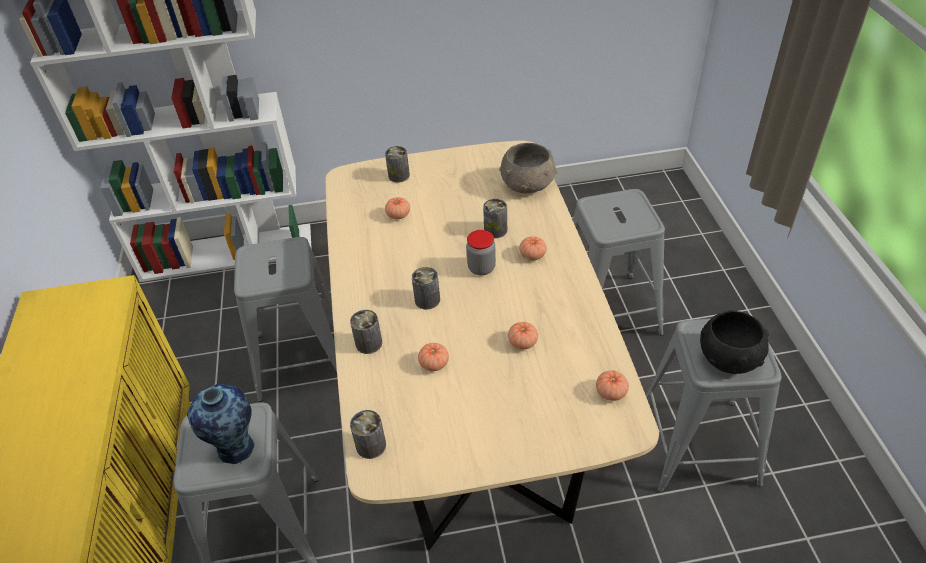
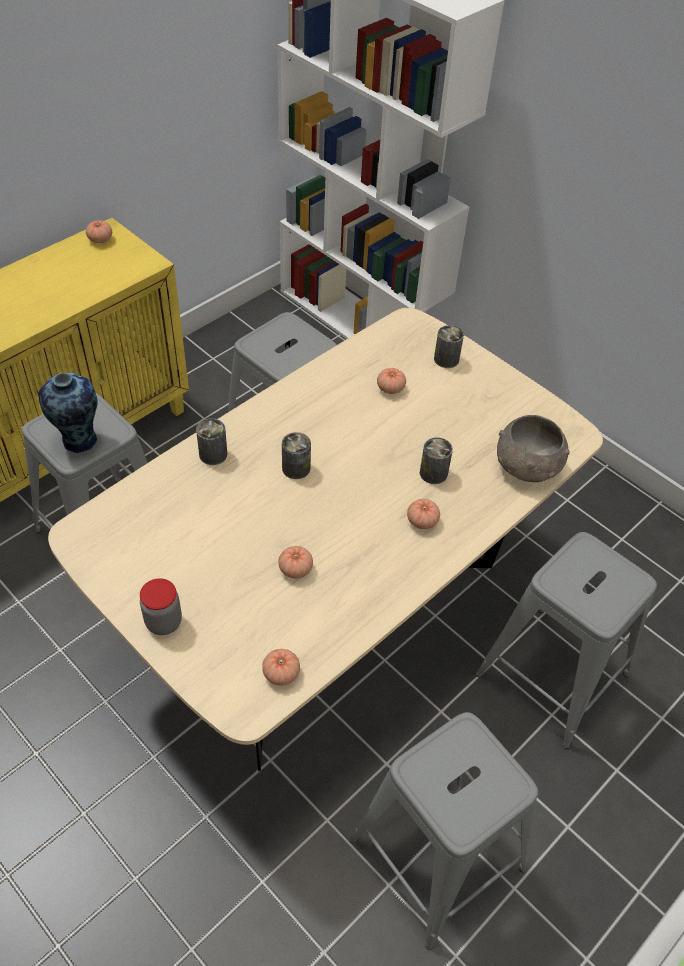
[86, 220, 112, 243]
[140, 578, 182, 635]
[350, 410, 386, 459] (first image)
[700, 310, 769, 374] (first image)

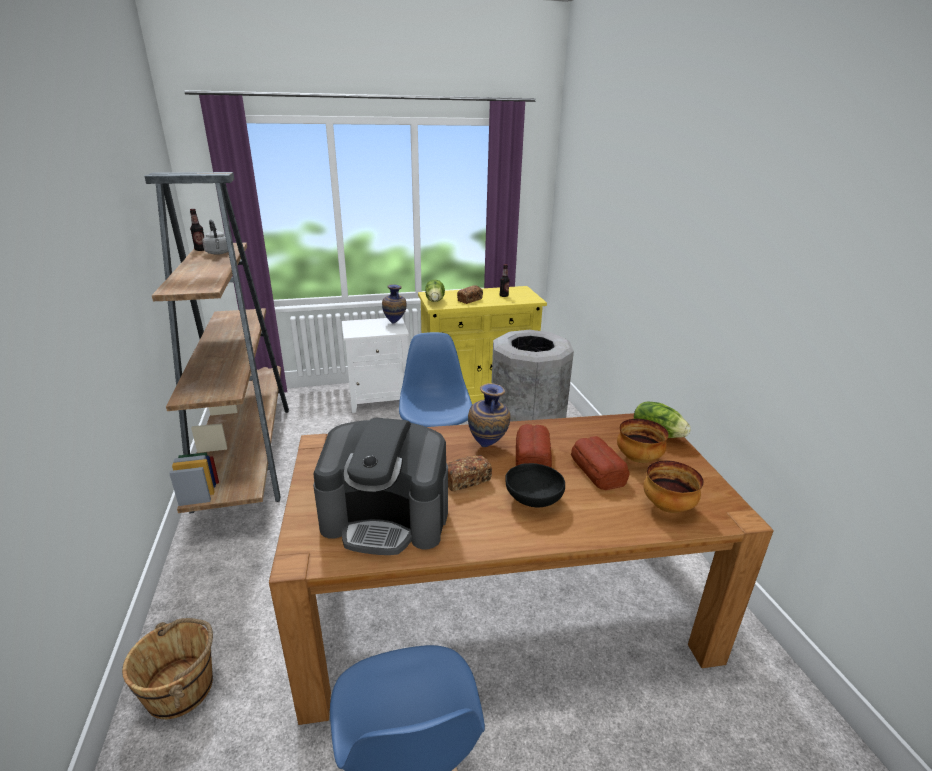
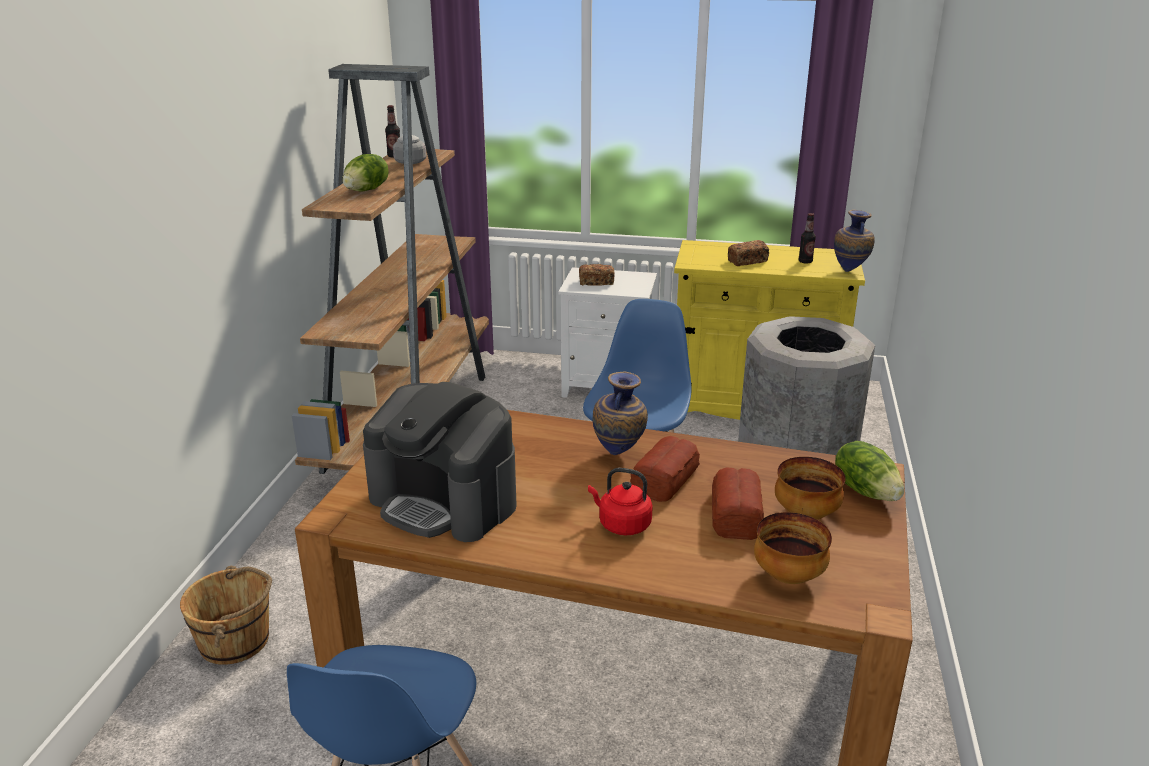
[343, 154, 389, 192]
[579, 264, 614, 286]
[588, 468, 653, 535]
[834, 210, 875, 272]

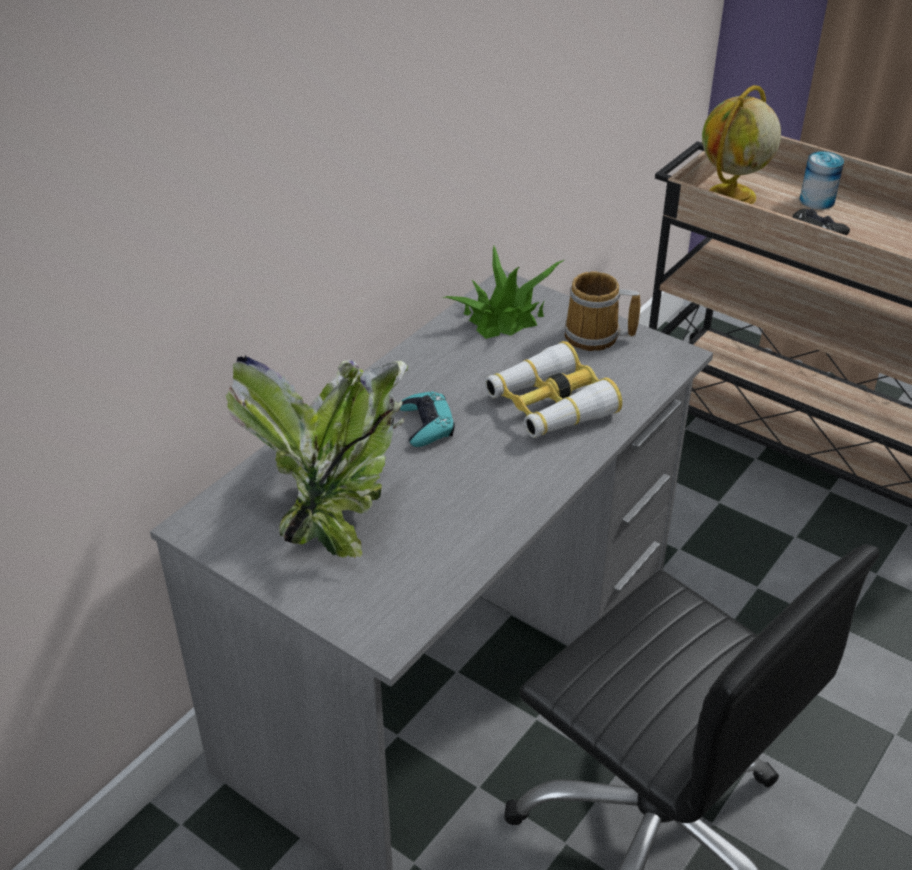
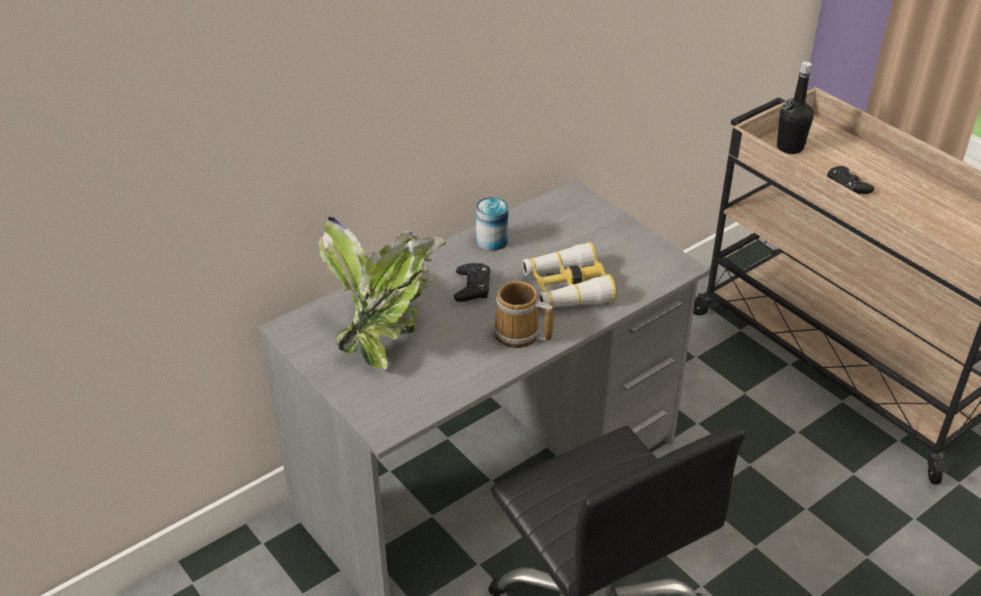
[454, 263, 490, 302]
[476, 197, 509, 251]
[494, 281, 554, 348]
[777, 61, 814, 154]
[443, 246, 564, 339] (first image)

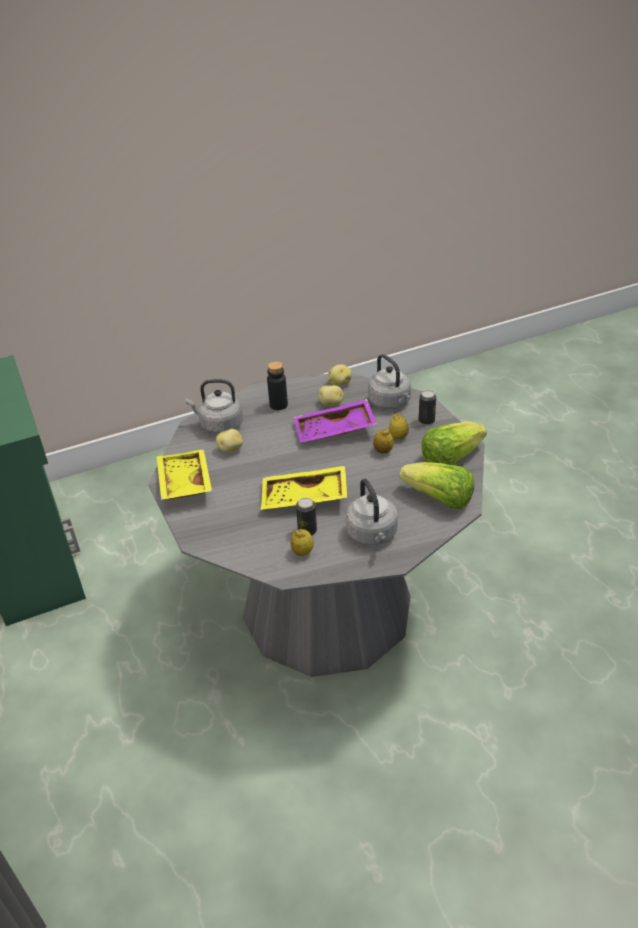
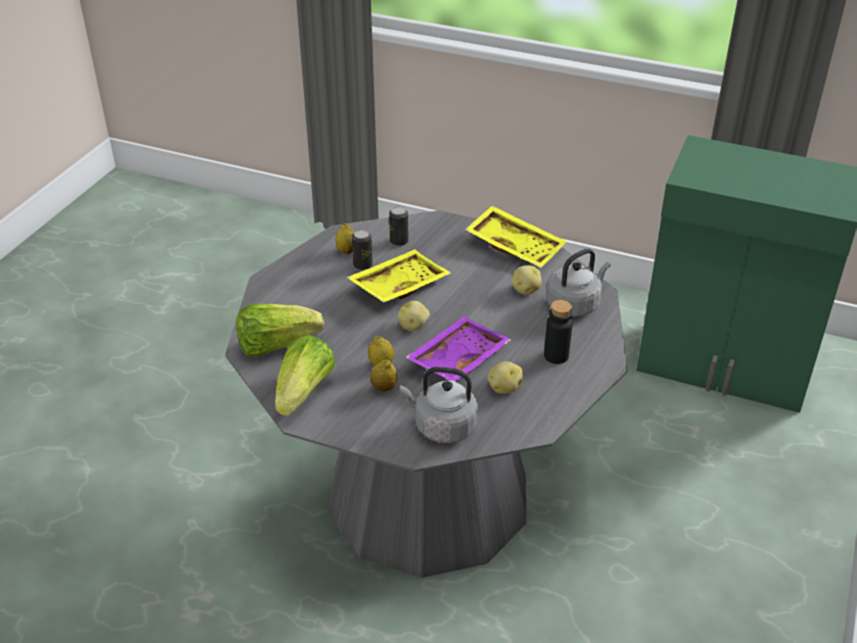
[389, 206, 409, 246]
[398, 301, 430, 331]
[346, 478, 398, 545] (first image)

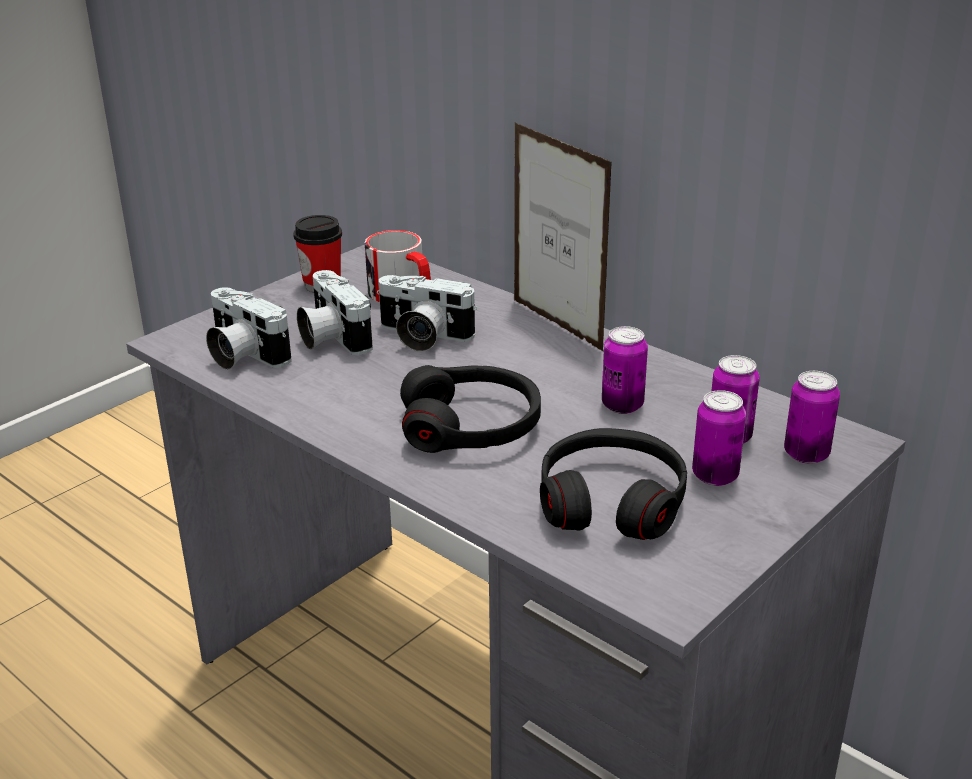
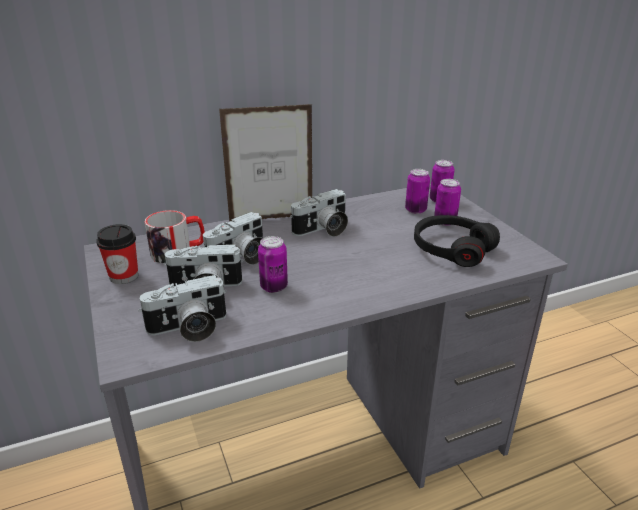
[258, 236, 288, 293]
[290, 189, 348, 237]
[400, 365, 541, 453] (first image)

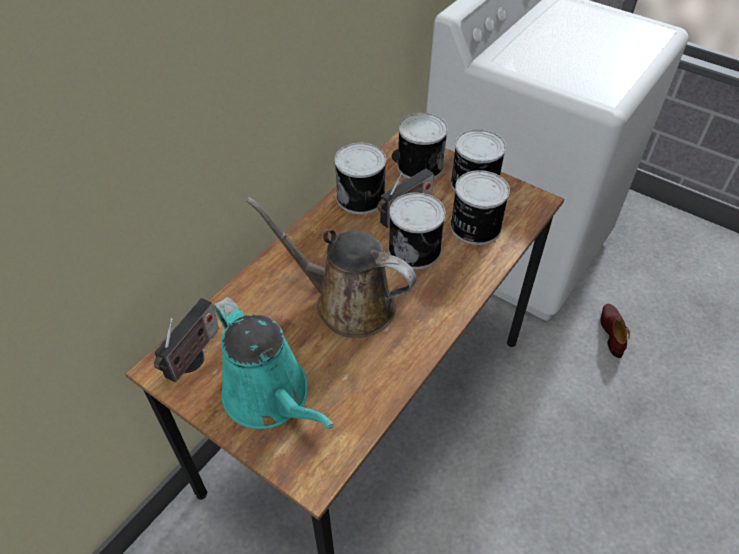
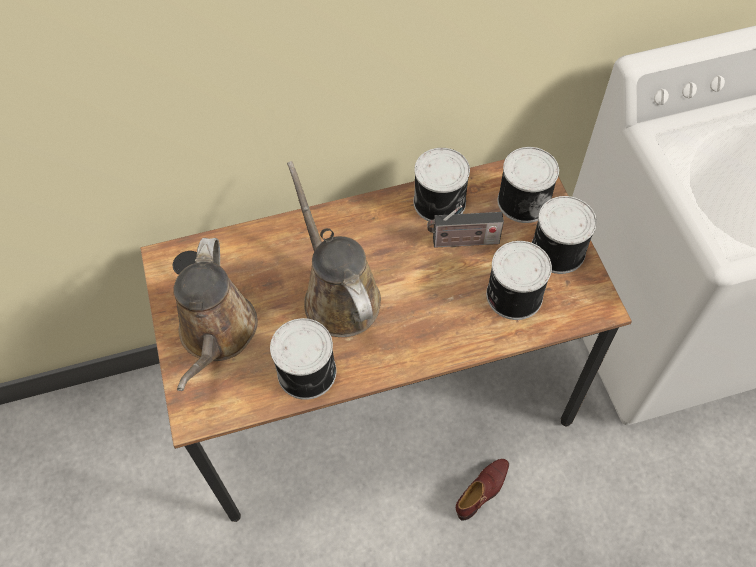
[173, 238, 258, 391]
[270, 318, 336, 400]
[456, 459, 509, 521]
[154, 298, 219, 382] (first image)

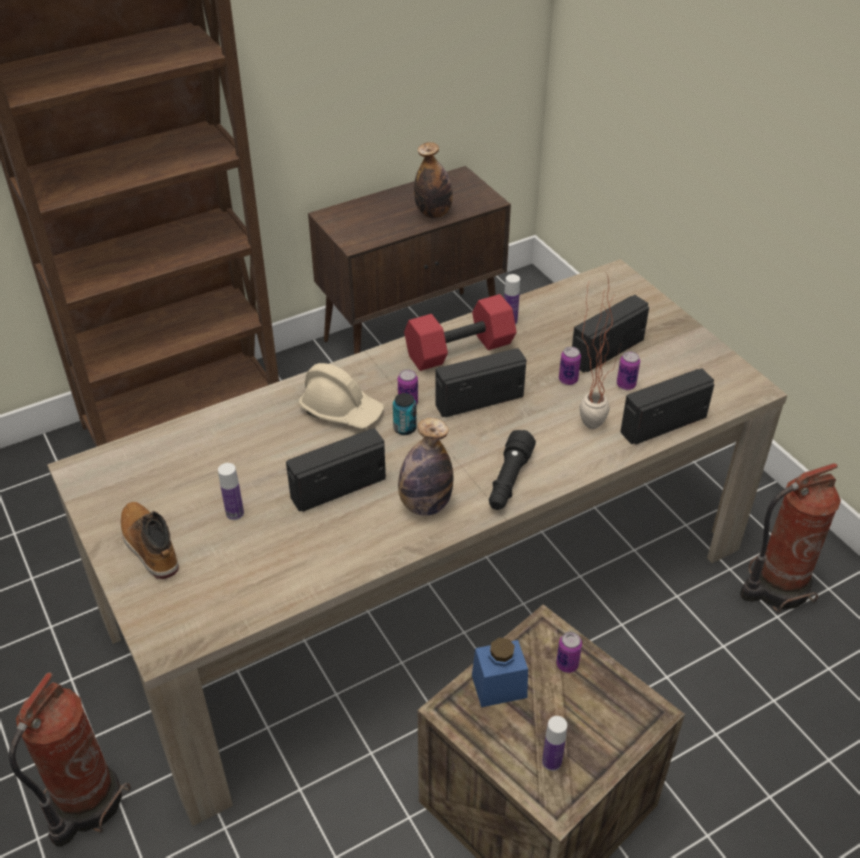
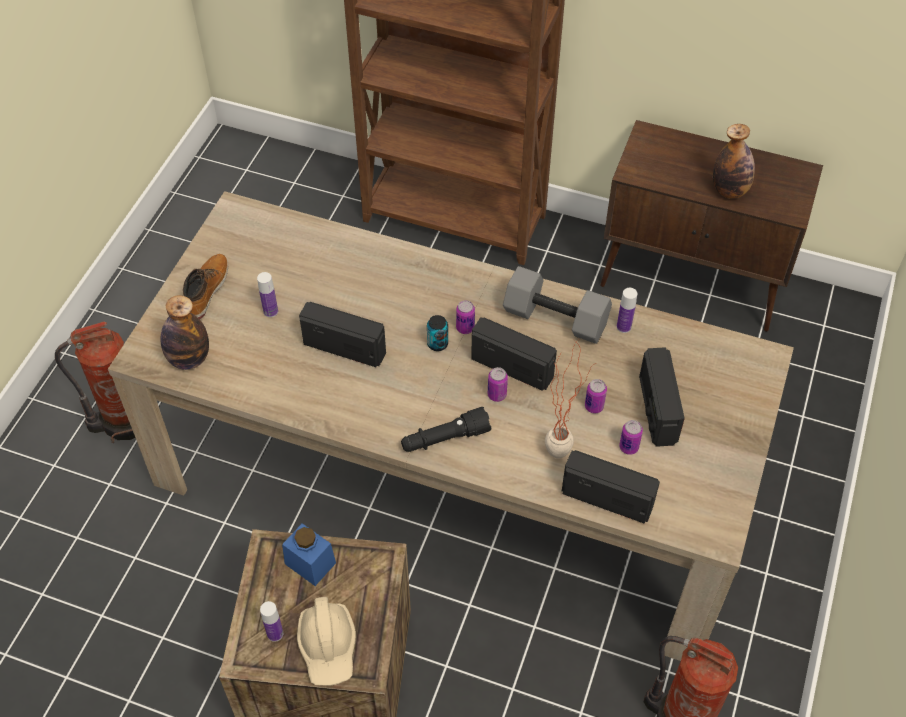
[161, 295, 209, 370]
[297, 597, 356, 686]
[488, 367, 508, 402]
[503, 266, 612, 344]
[639, 347, 685, 447]

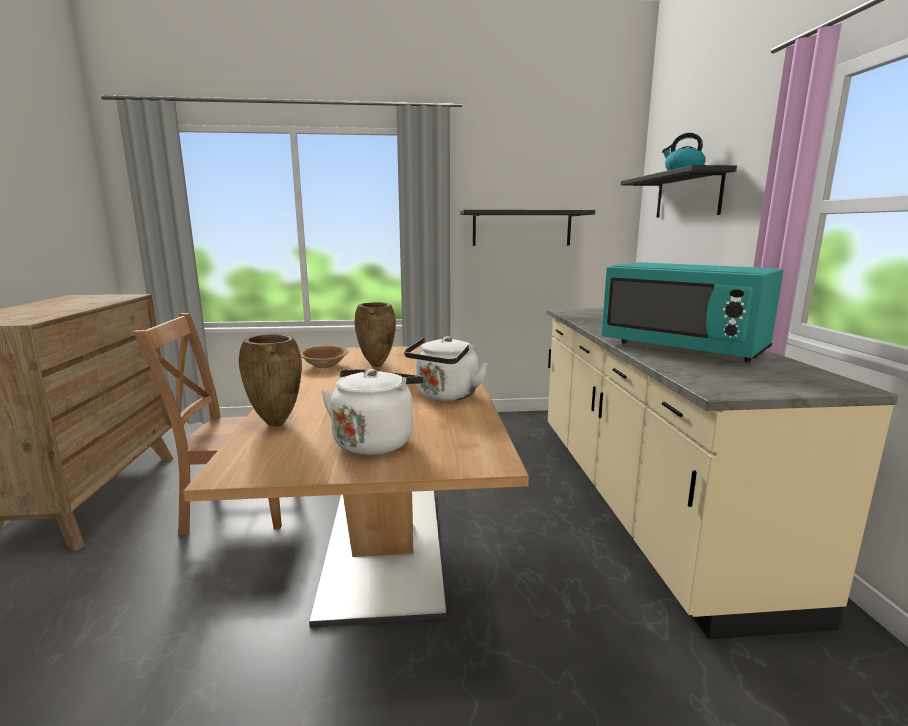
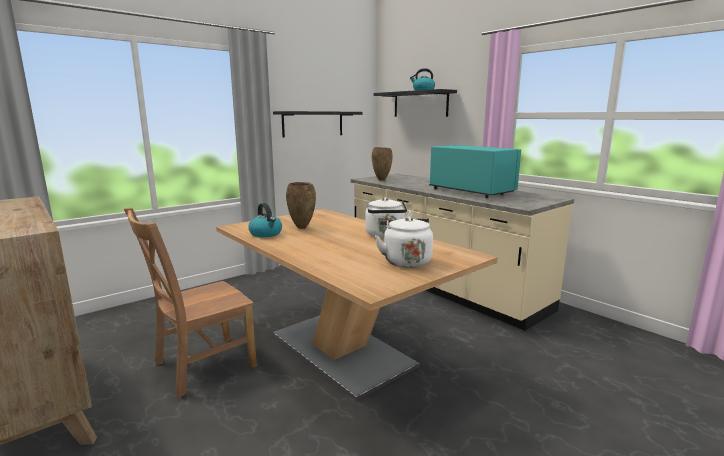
[248, 203, 282, 237]
[372, 147, 393, 181]
[429, 145, 521, 198]

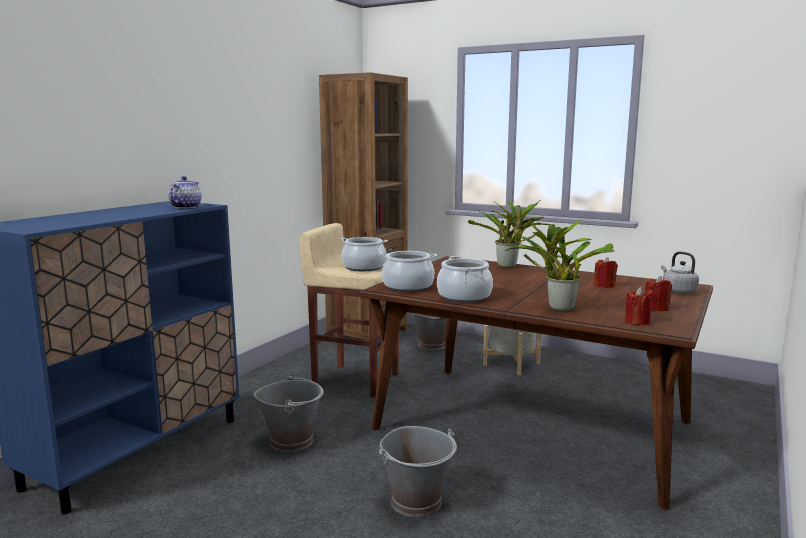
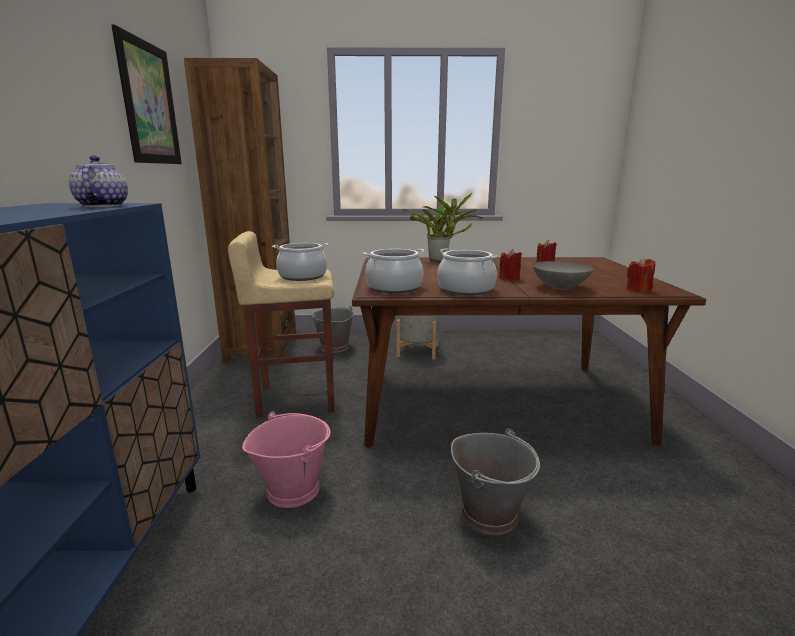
[112, 25, 182, 164]
[242, 412, 331, 508]
[499, 249, 522, 280]
[533, 261, 593, 290]
[661, 251, 699, 294] (first image)

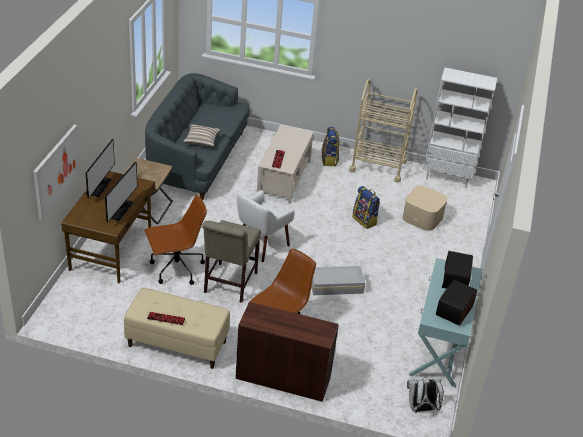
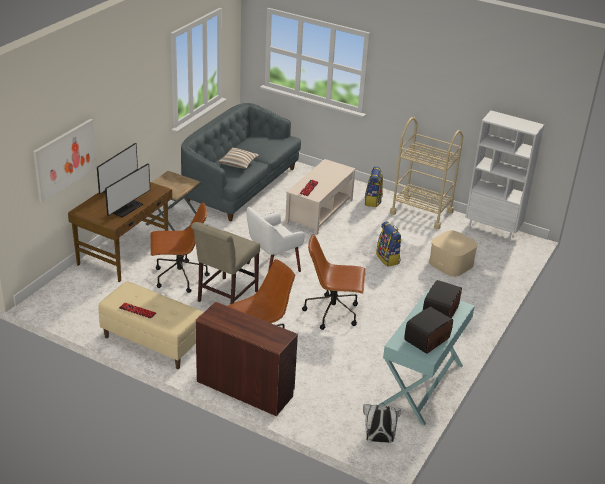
[302, 234, 366, 330]

